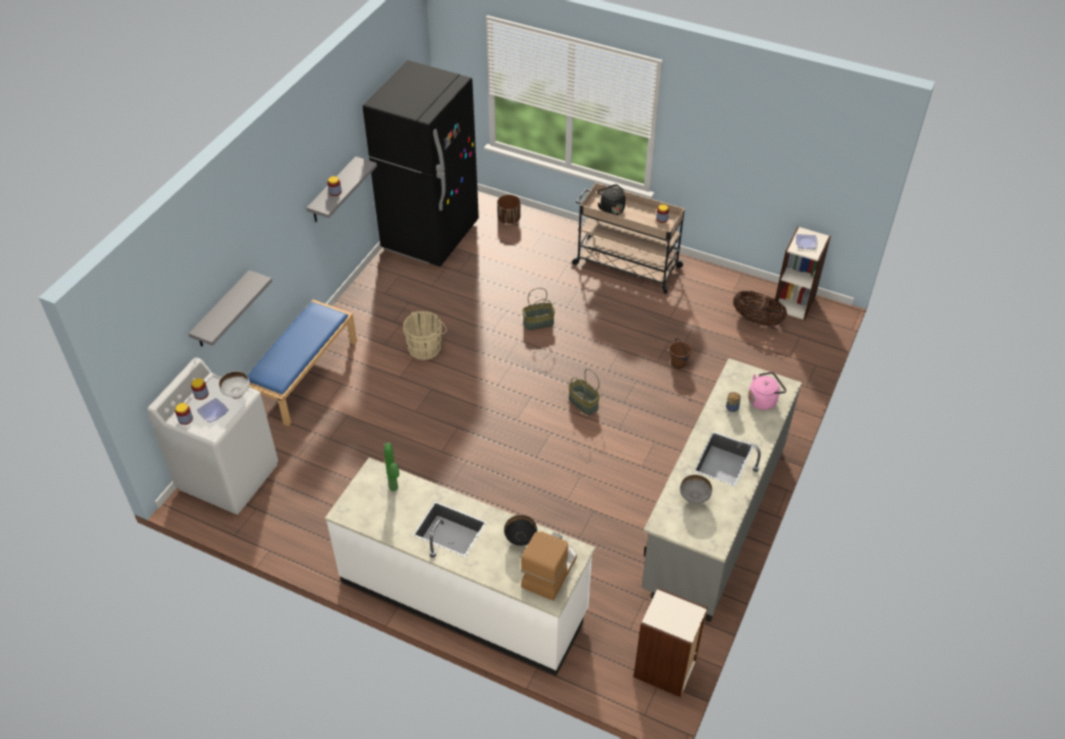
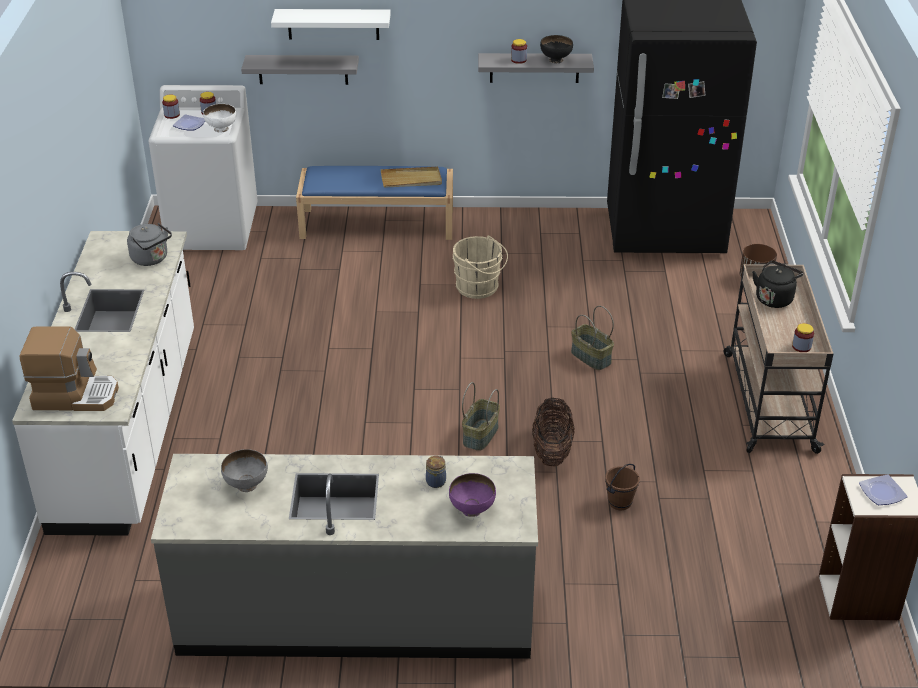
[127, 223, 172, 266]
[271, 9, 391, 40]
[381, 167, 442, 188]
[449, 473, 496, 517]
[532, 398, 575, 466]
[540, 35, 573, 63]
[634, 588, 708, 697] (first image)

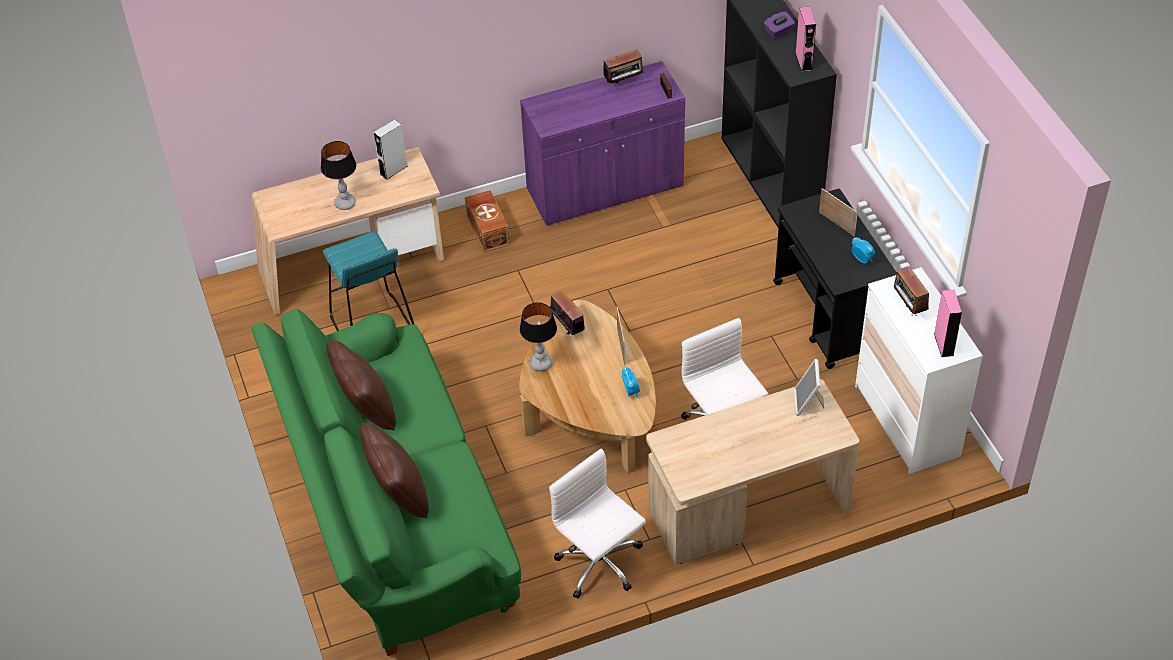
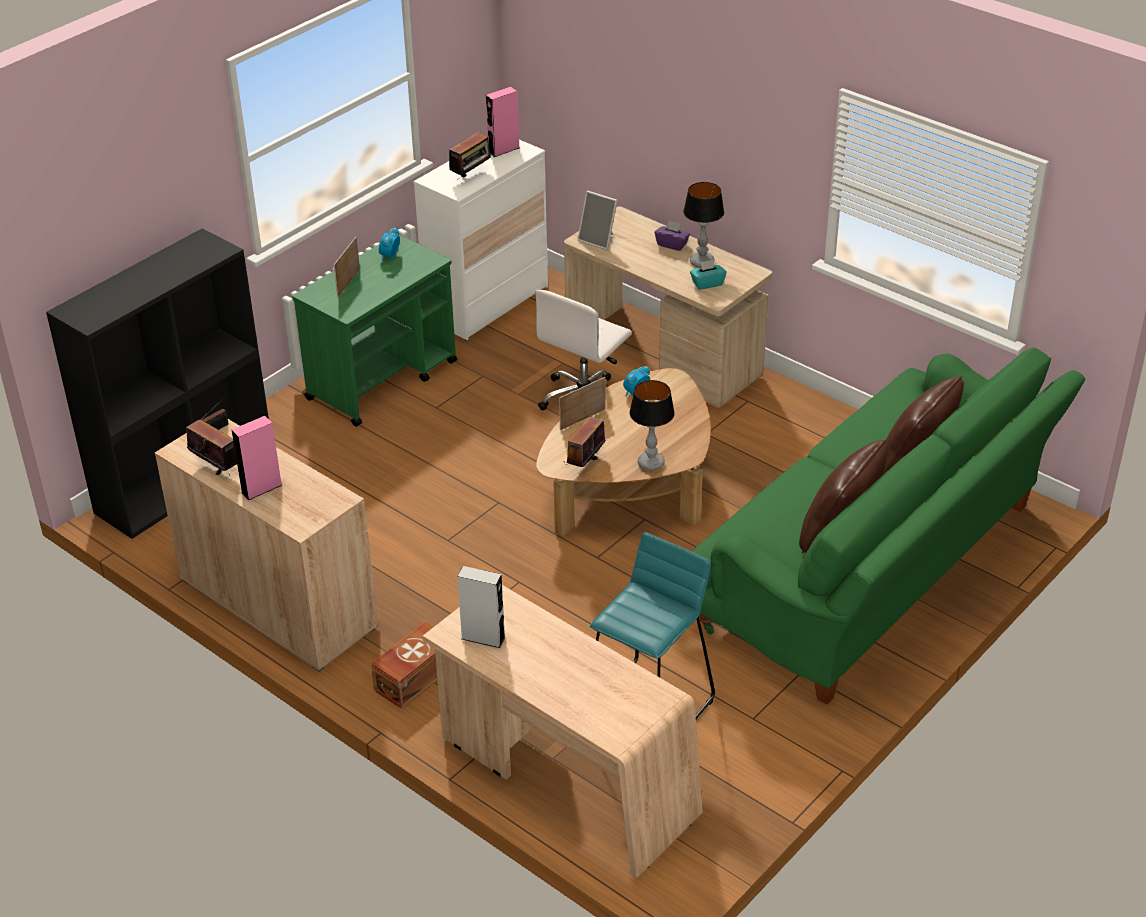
[155, 419, 378, 672]
[232, 416, 282, 500]
[292, 235, 457, 427]
[577, 191, 618, 250]
[655, 221, 690, 251]
[683, 182, 724, 268]
[690, 260, 727, 290]
[549, 448, 646, 599] (first image)

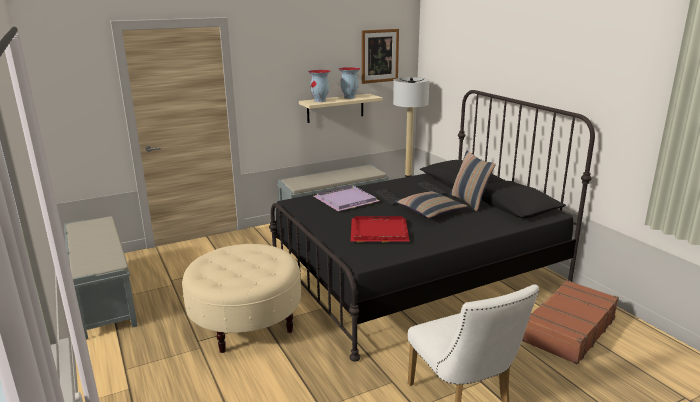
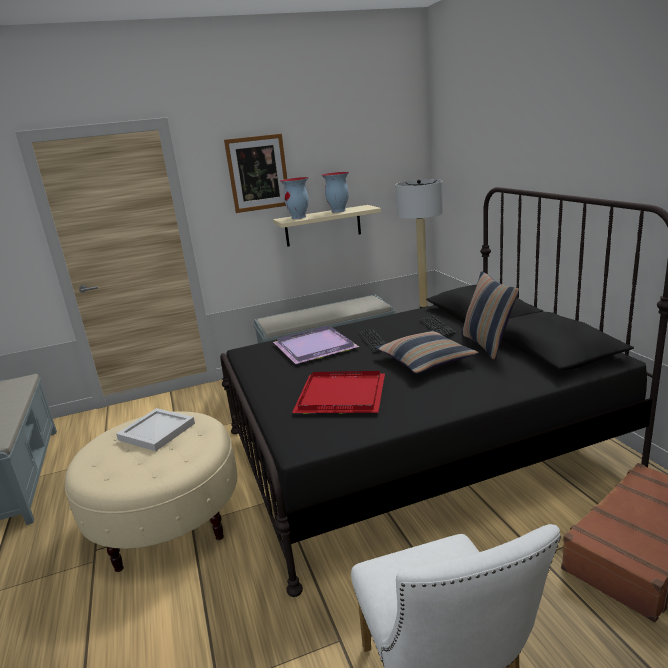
[116, 408, 195, 451]
[224, 134, 287, 213]

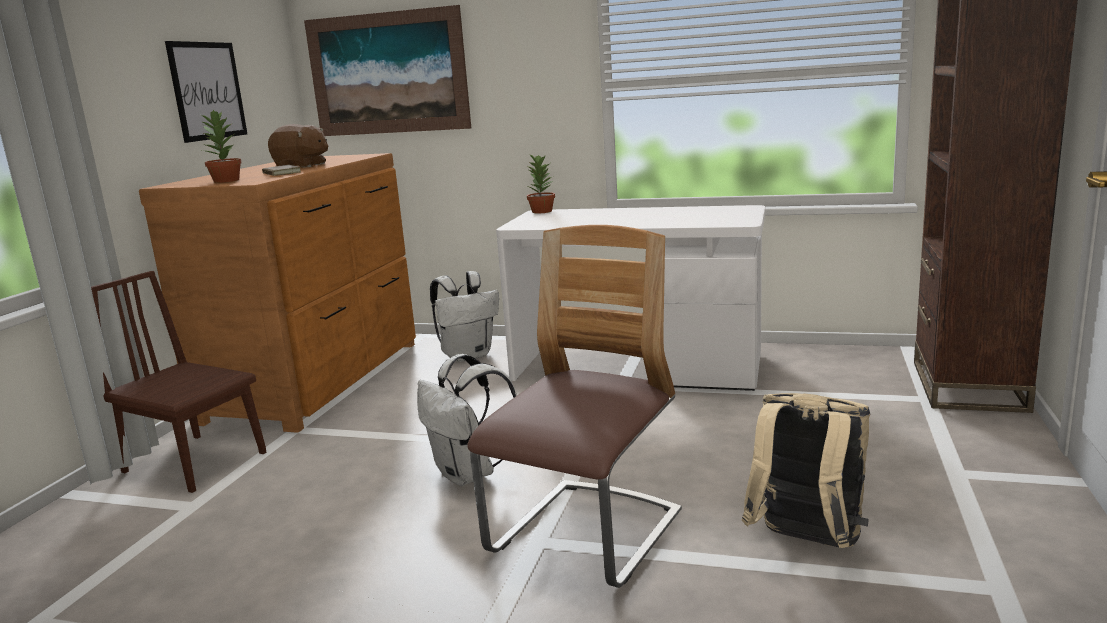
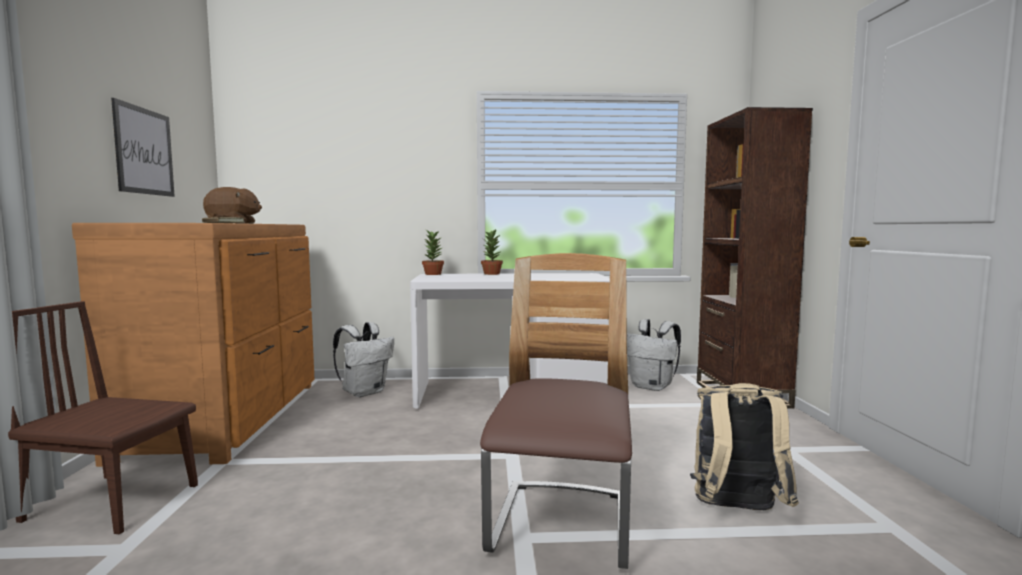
[481, 230, 503, 275]
[627, 319, 681, 391]
[304, 5, 471, 136] (first image)

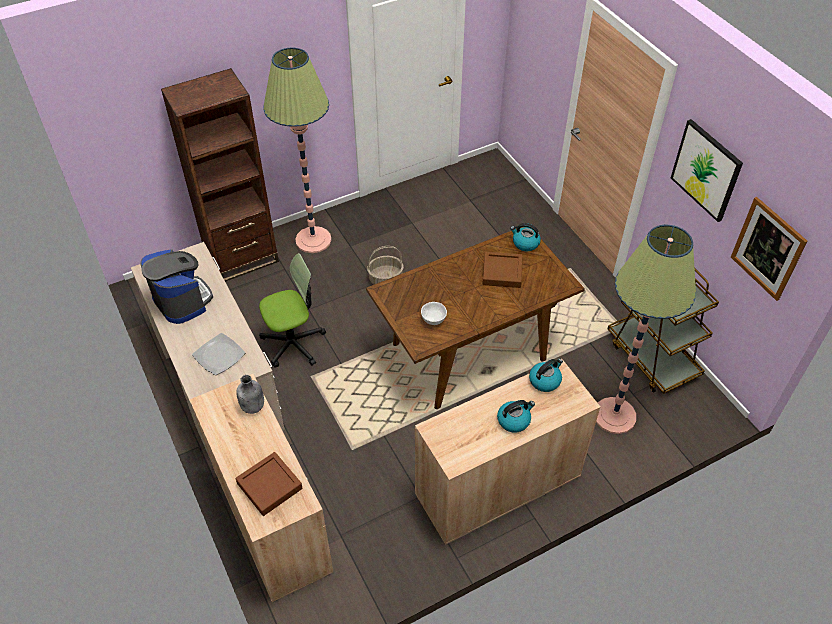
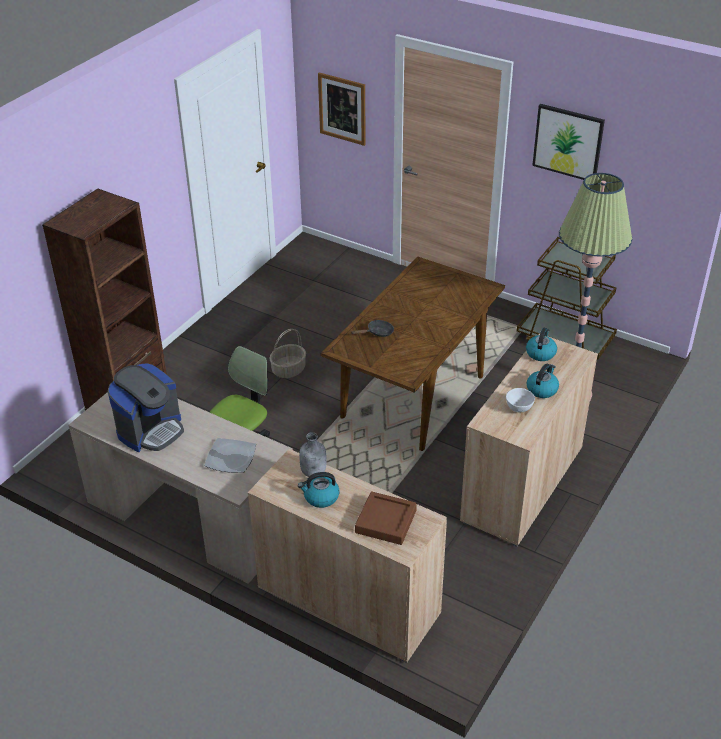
[108, 363, 184, 452]
[298, 472, 339, 508]
[318, 72, 366, 146]
[352, 320, 394, 337]
[506, 388, 535, 412]
[263, 47, 331, 253] (first image)
[482, 252, 523, 288] (first image)

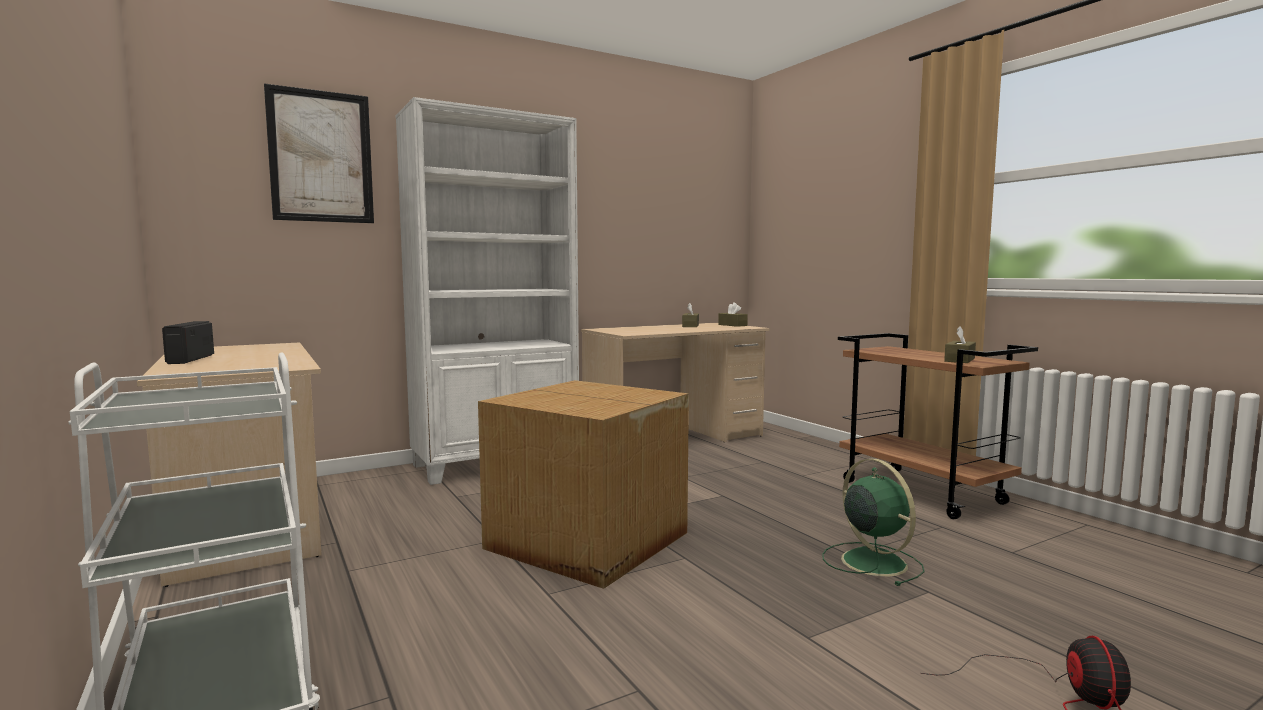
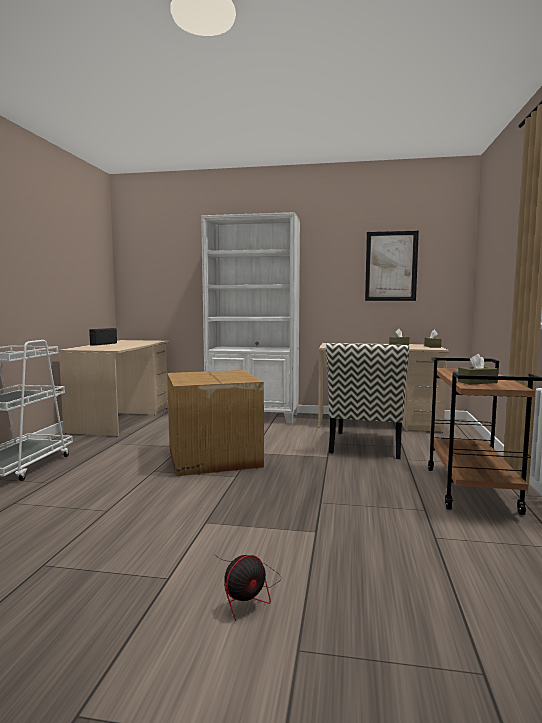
[326, 343, 409, 459]
[365, 231, 419, 301]
[822, 458, 925, 586] (first image)

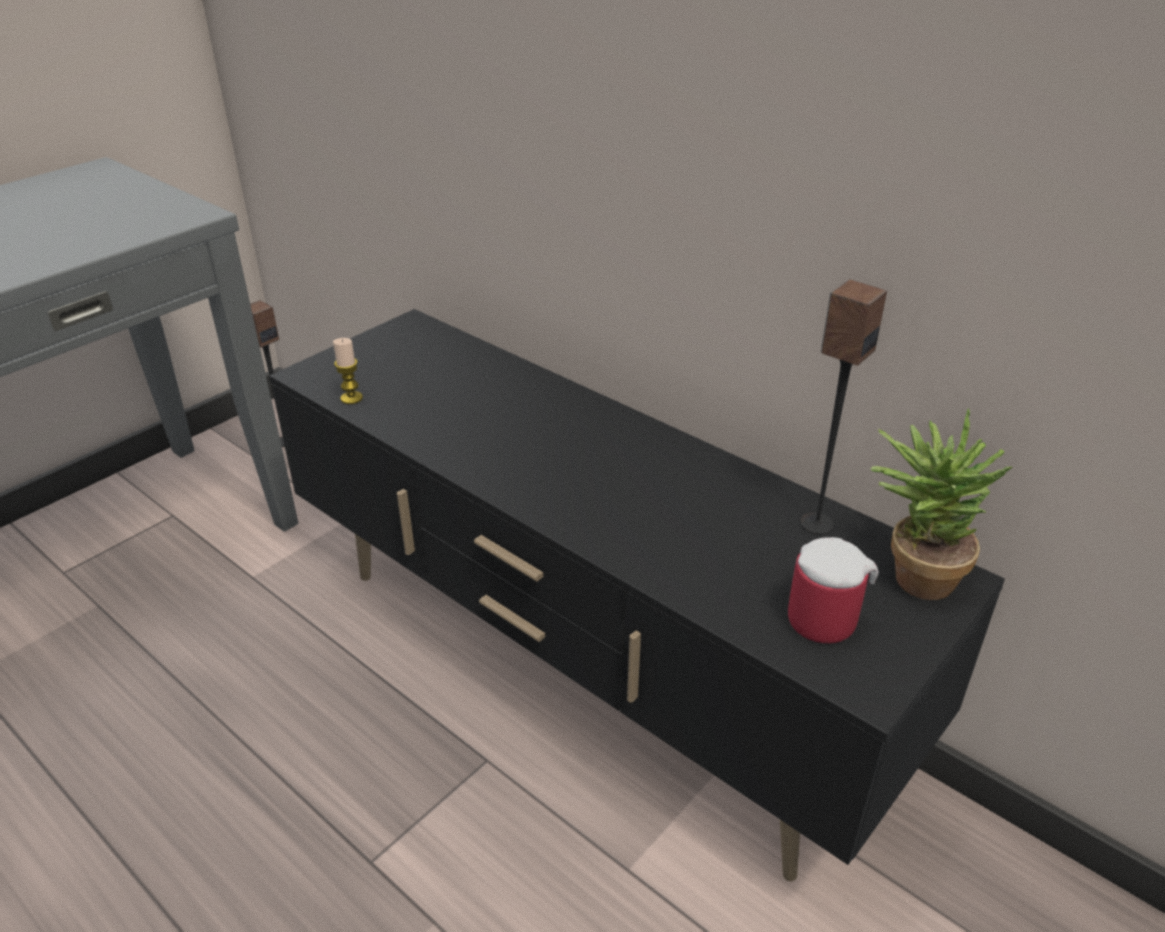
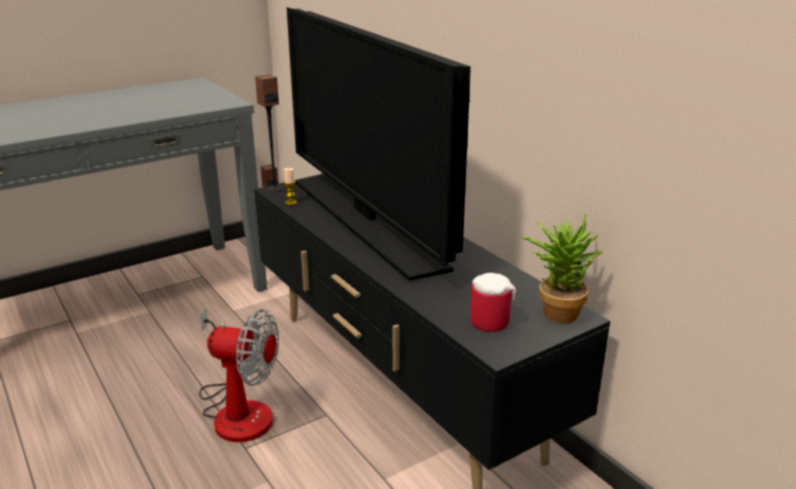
[199, 307, 279, 442]
[255, 74, 282, 192]
[287, 7, 471, 281]

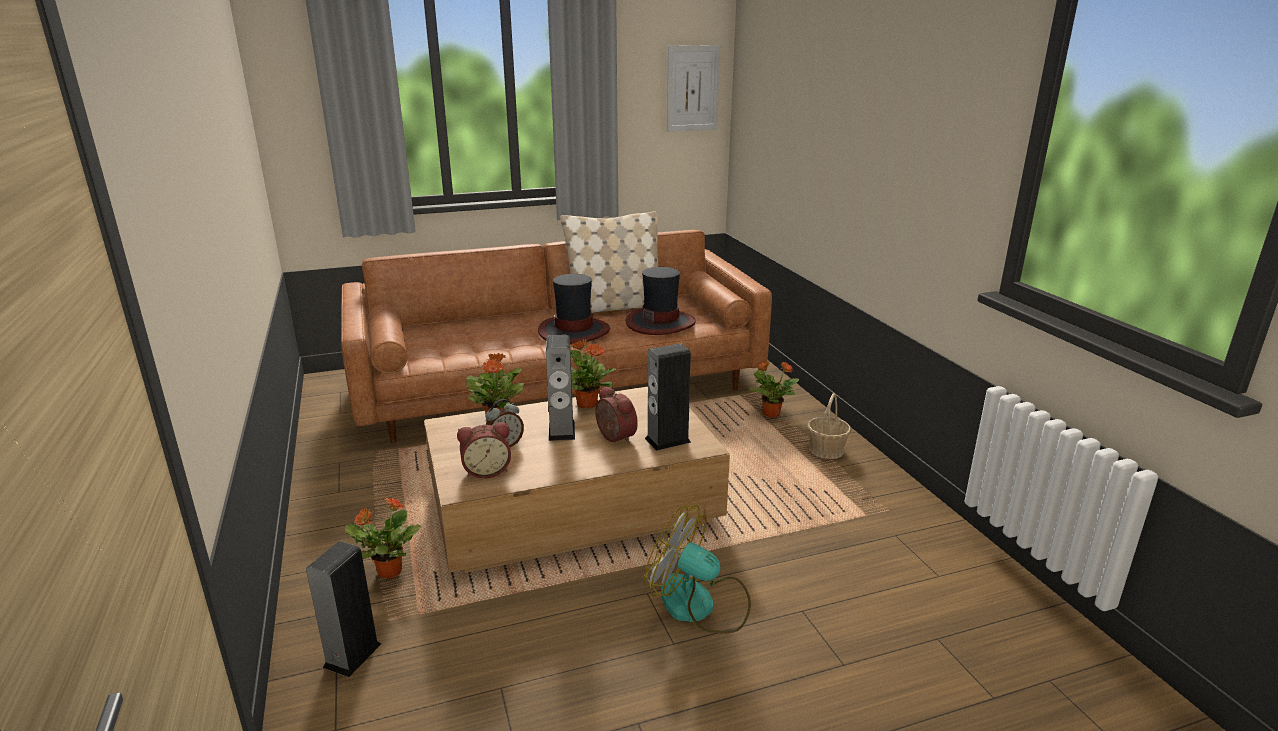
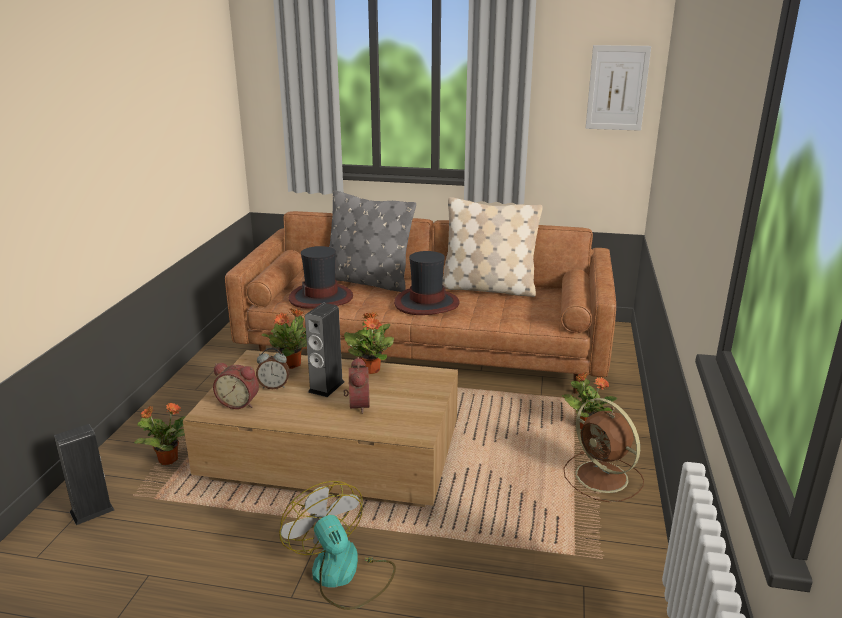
[289, 246, 353, 309]
[329, 191, 416, 292]
[563, 398, 644, 502]
[645, 343, 691, 451] (first image)

